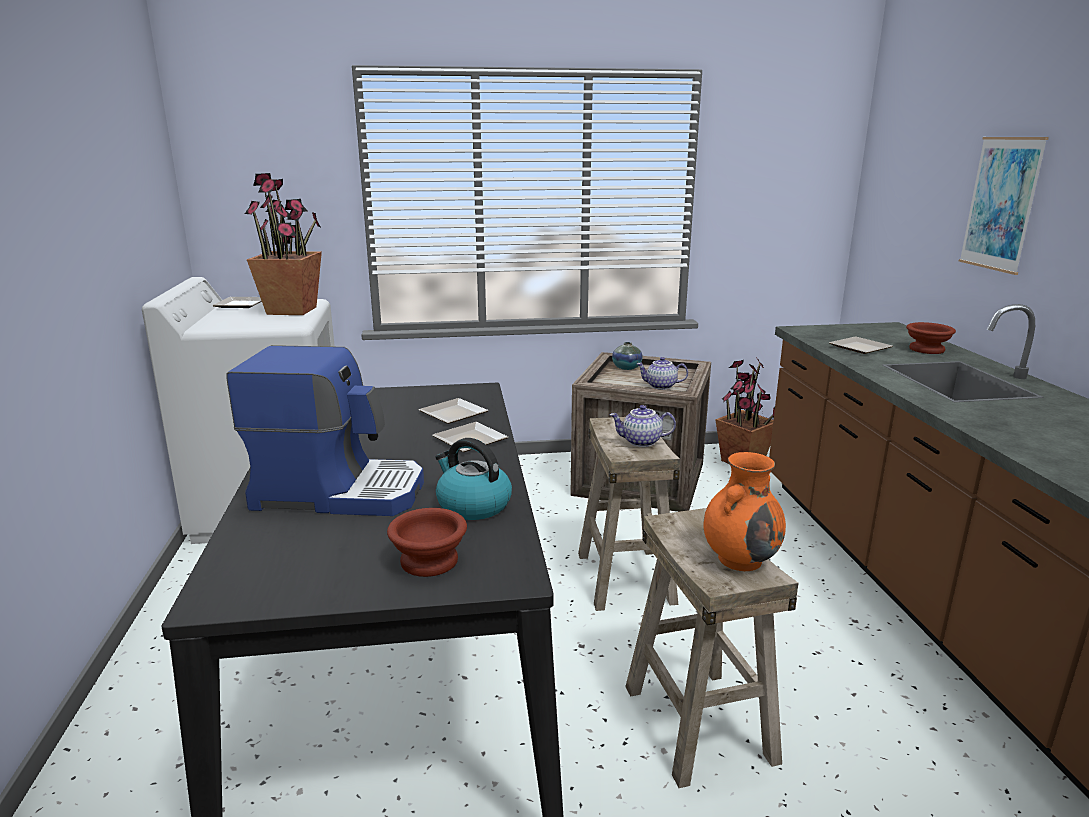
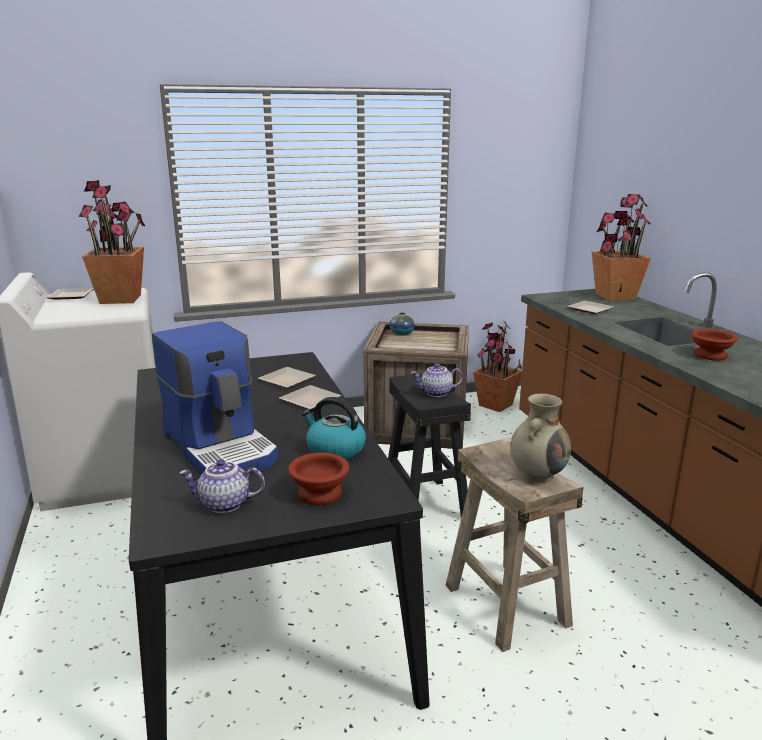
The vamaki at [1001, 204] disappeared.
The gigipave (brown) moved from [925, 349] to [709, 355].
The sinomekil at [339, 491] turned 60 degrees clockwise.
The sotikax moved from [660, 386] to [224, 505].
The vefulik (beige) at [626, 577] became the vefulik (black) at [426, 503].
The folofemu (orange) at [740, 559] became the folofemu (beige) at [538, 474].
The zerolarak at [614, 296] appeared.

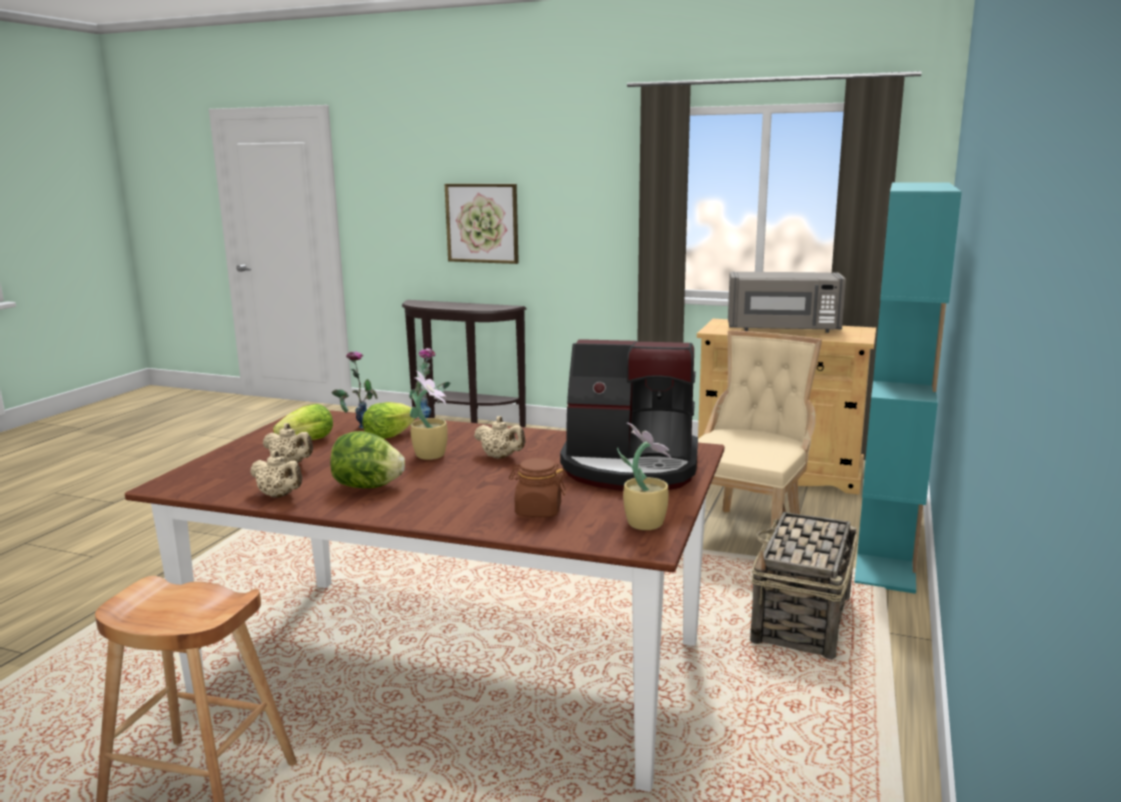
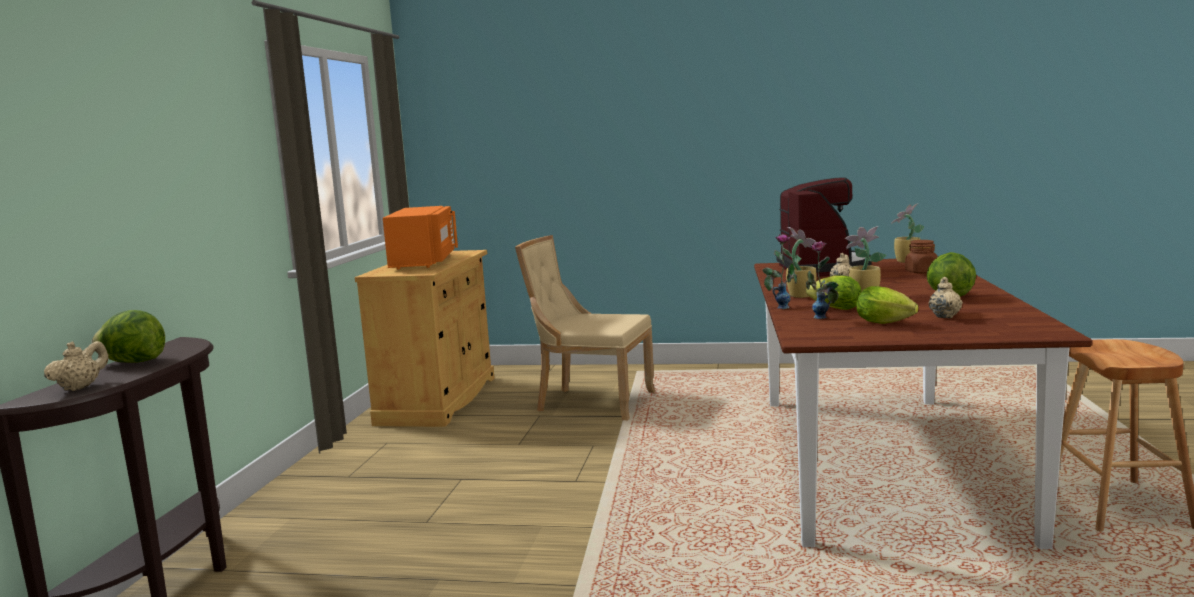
The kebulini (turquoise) at [887, 546] disappeared.
The vamaki at [482, 223] disappeared.
The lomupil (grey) at [783, 329] became the lomupil (orange) at [424, 262].
The sotikax (beige) moved from [279, 496] to [80, 387].
The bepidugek at [801, 620] disappeared.
The zerolarak at [801, 295] appeared.
The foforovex at [133, 362] appeared.

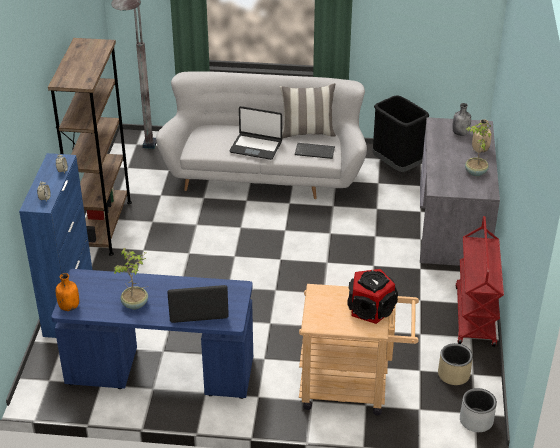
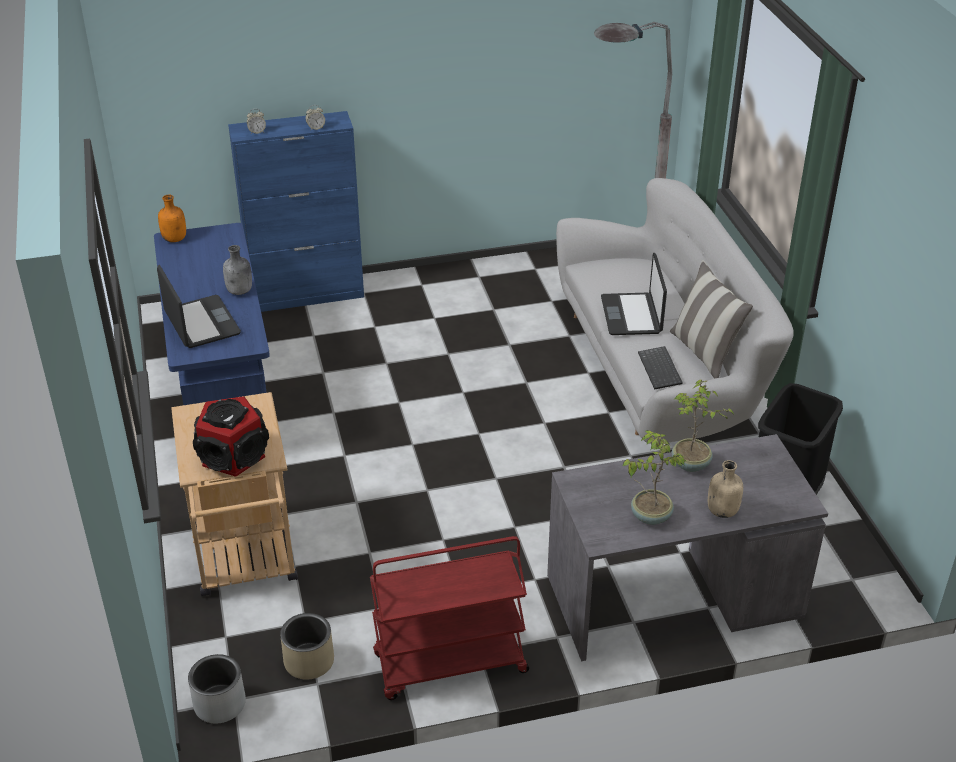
The kebulini (brown) at [103, 226] disappeared.
The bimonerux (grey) moved from [460, 133] to [240, 291].
The zerolarak moved from [135, 304] to [690, 465].

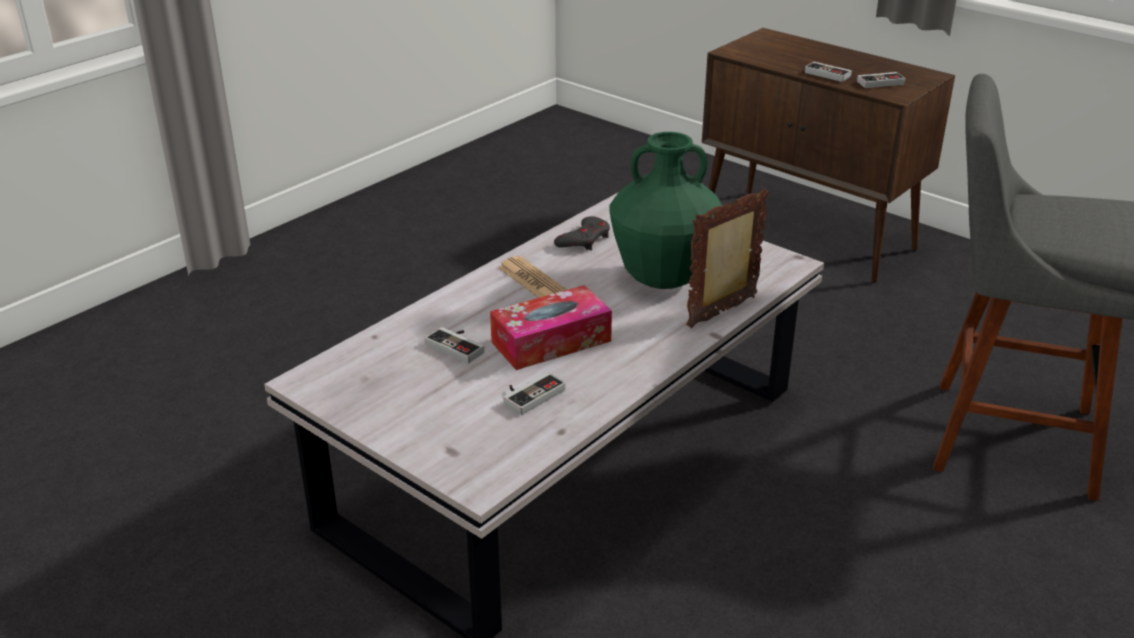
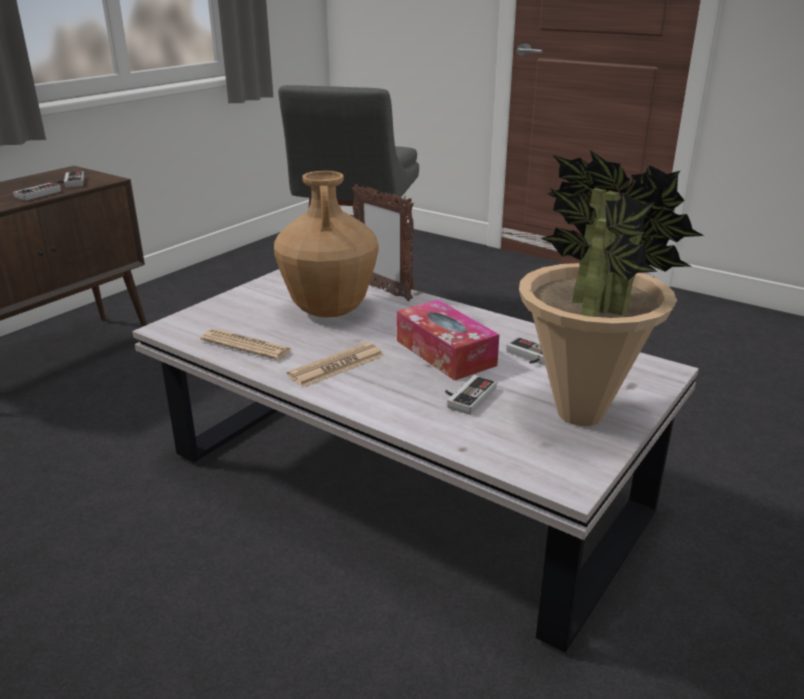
The folofemu (green) at [663, 279] became the folofemu (brown) at [329, 310].
The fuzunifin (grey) at [584, 239] was replaced by the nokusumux at [246, 345].
The zerolarak at [581, 414] appeared.

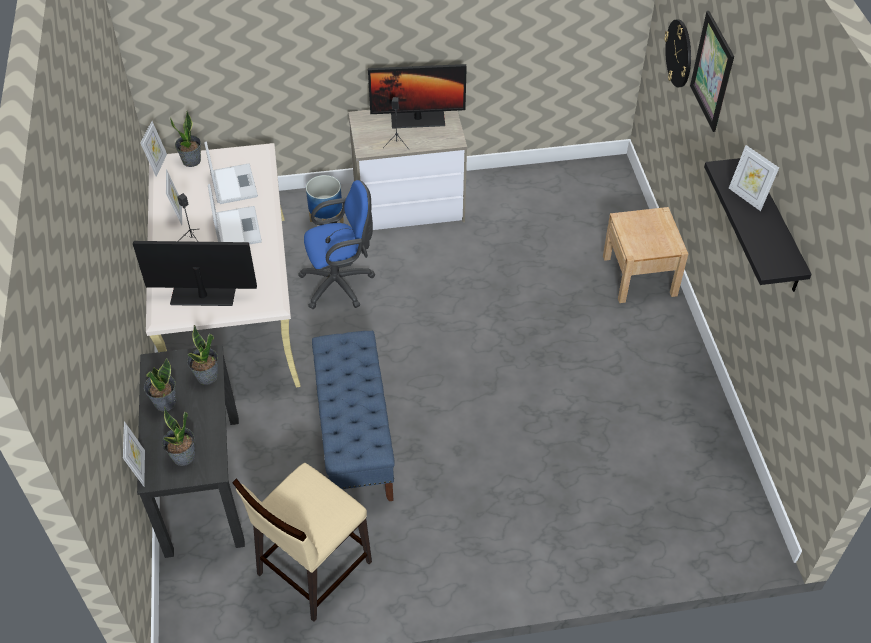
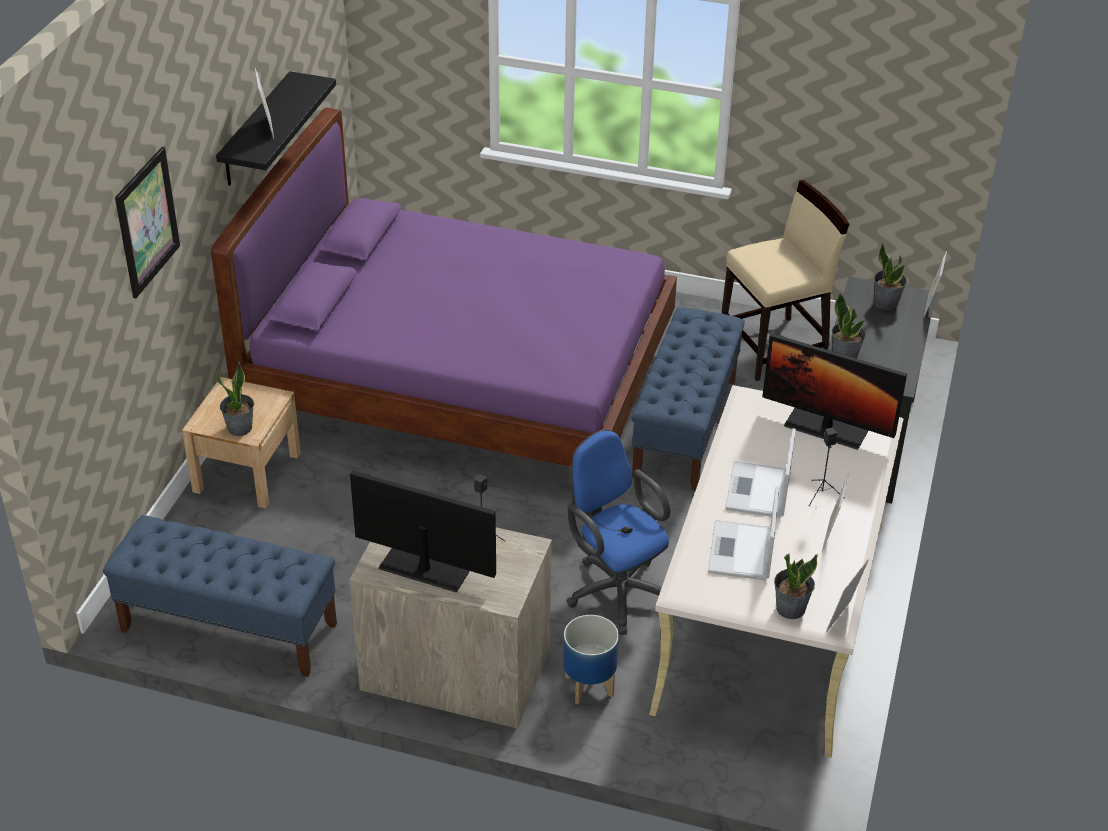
The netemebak at [679, 53] disappeared.
The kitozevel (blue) at [341, 284] turned 45 degrees clockwise.
The zerolarak moved from [164, 402] to [240, 428].
The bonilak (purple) at [461, 382] appeared.
The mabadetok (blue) at [228, 627] appeared.

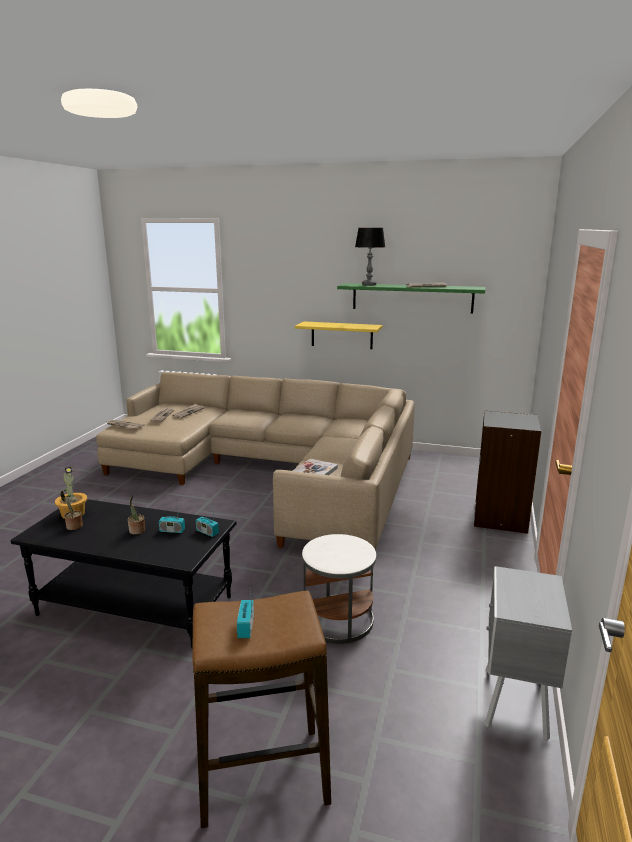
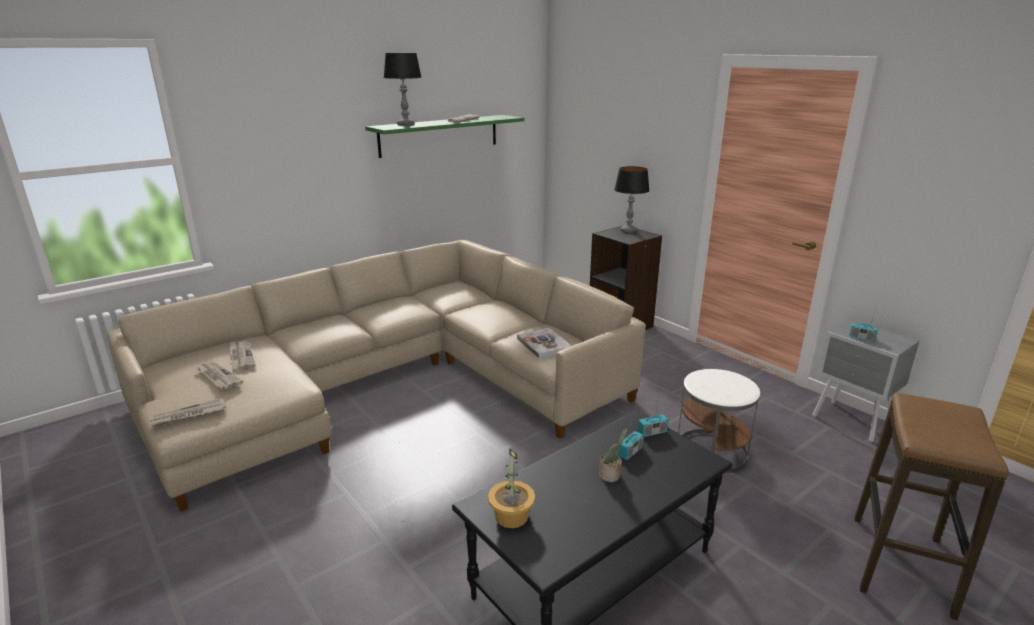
The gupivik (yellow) at [342, 335] disappeared.
The zerolarak at [73, 527] disappeared.
The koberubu moved from [245, 627] to [862, 338].
The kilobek at [628, 231] appeared.

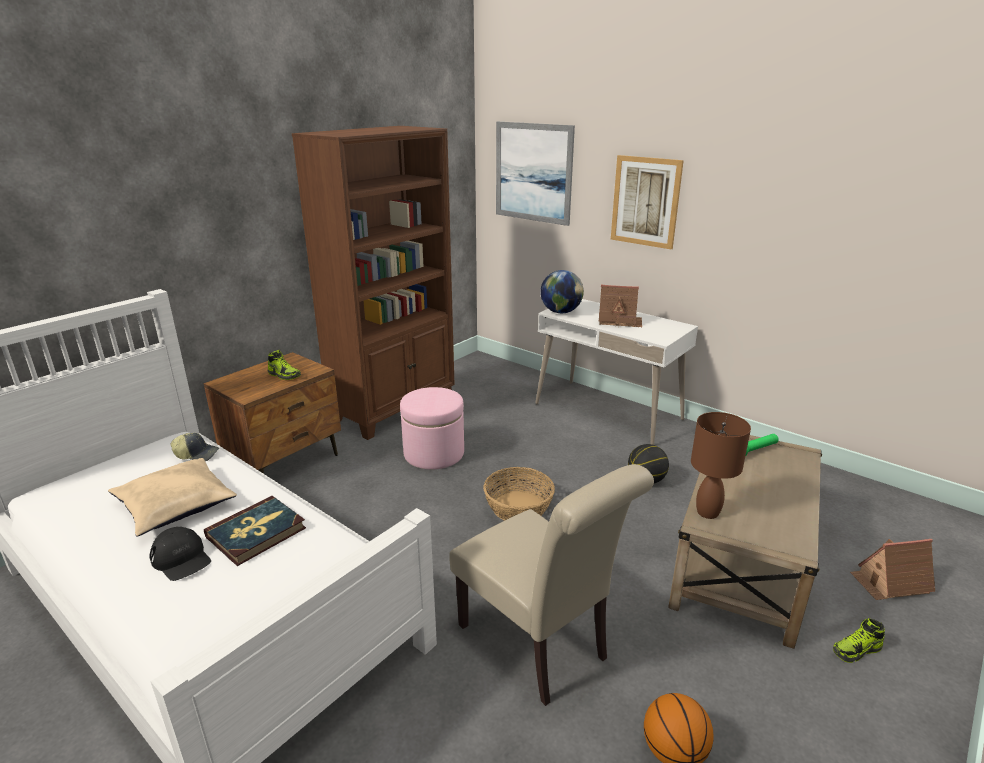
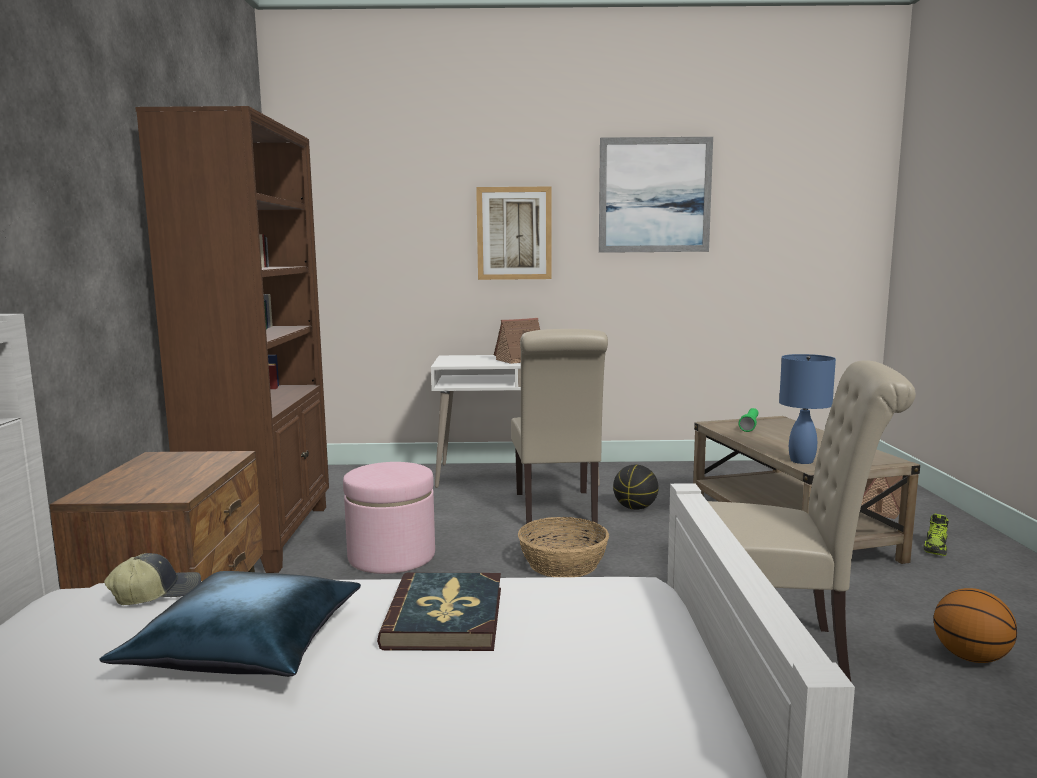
The vamaki moved from [533, 172] to [654, 195].
The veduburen at [560, 312] disappeared.
The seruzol at [284, 375] disappeared.
The kilobek (brown) at [707, 513] became the kilobek (blue) at [802, 461].
The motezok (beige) at [176, 506] became the motezok (blue) at [248, 646].
The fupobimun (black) at [181, 559] disappeared.
The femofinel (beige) at [557, 511] appeared.

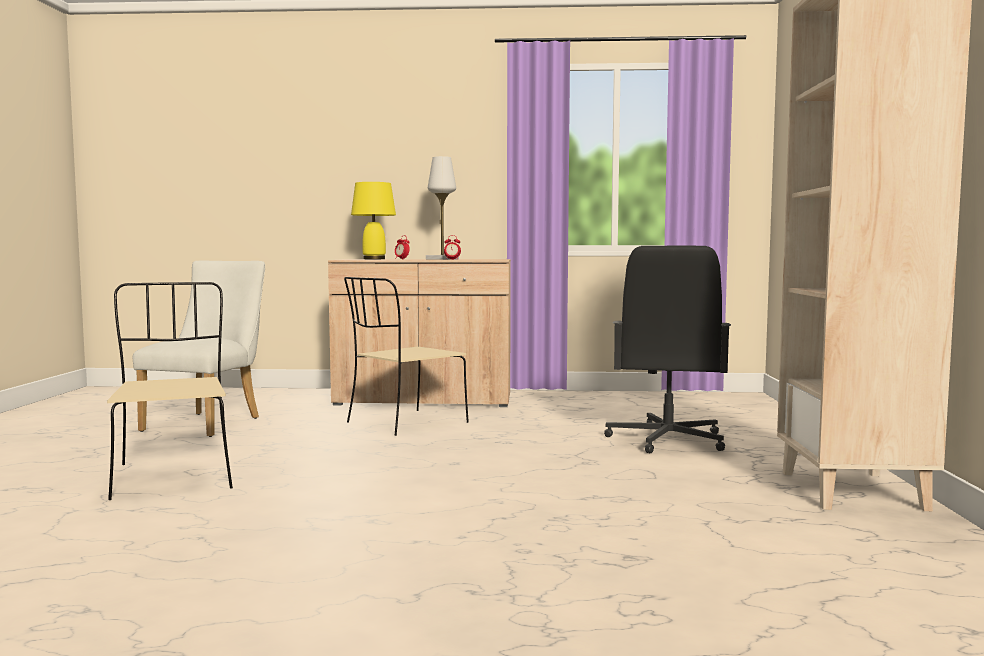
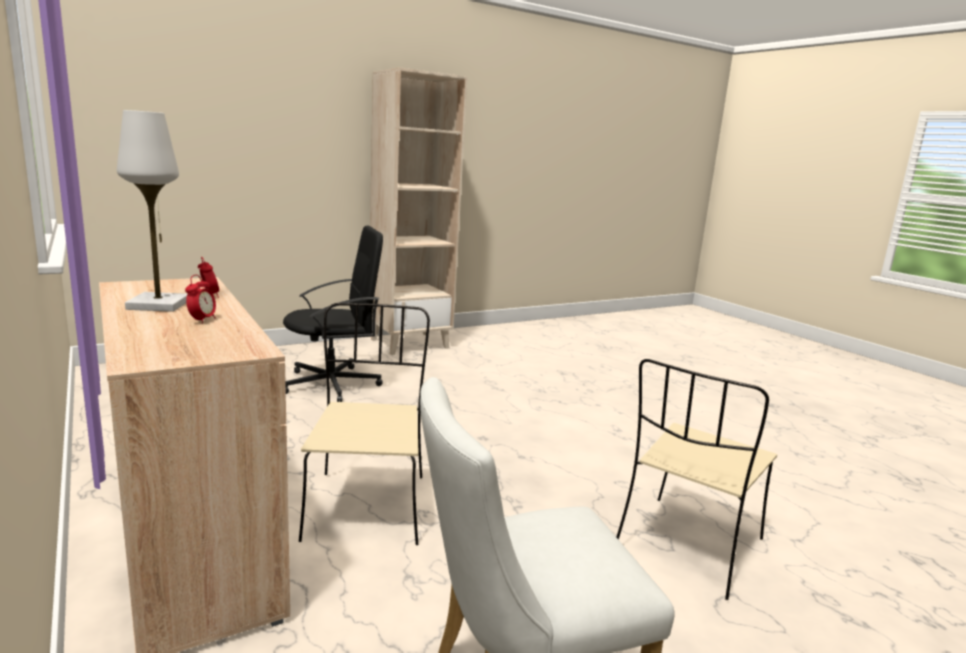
The kilobek (yellow) at [374, 259] disappeared.
The femofinel (beige) at [405, 423] turned 105 degrees counterclockwise.

